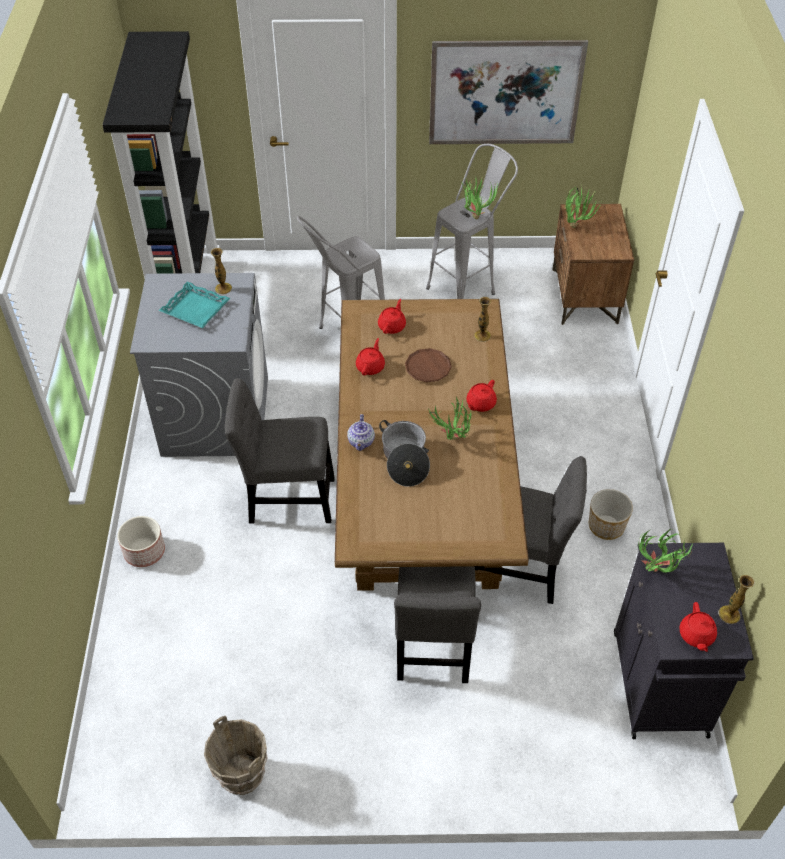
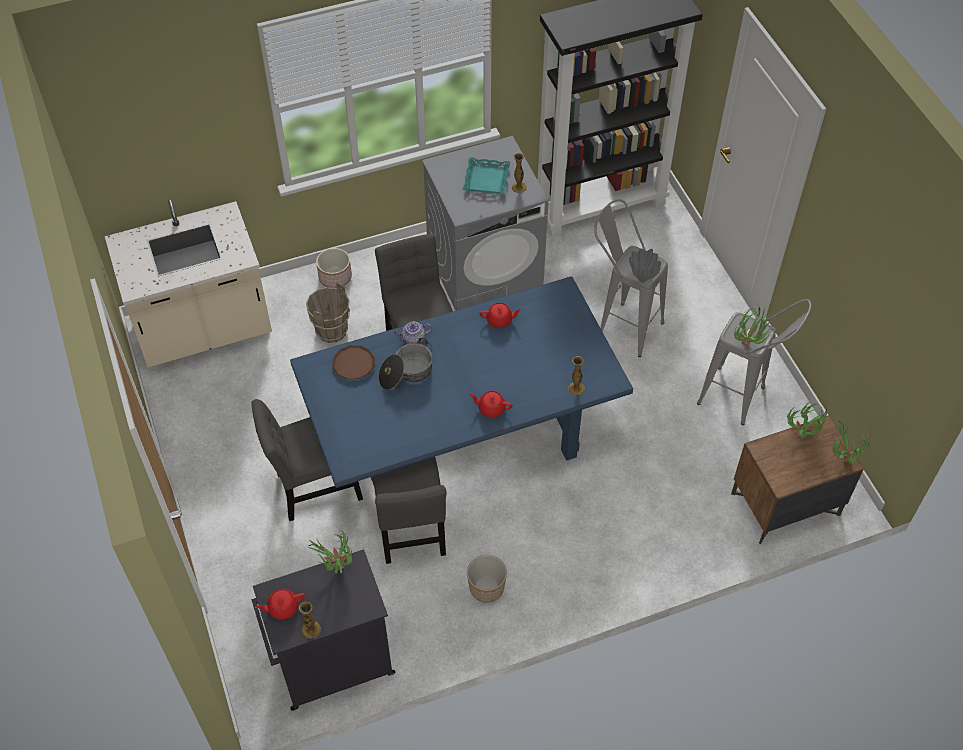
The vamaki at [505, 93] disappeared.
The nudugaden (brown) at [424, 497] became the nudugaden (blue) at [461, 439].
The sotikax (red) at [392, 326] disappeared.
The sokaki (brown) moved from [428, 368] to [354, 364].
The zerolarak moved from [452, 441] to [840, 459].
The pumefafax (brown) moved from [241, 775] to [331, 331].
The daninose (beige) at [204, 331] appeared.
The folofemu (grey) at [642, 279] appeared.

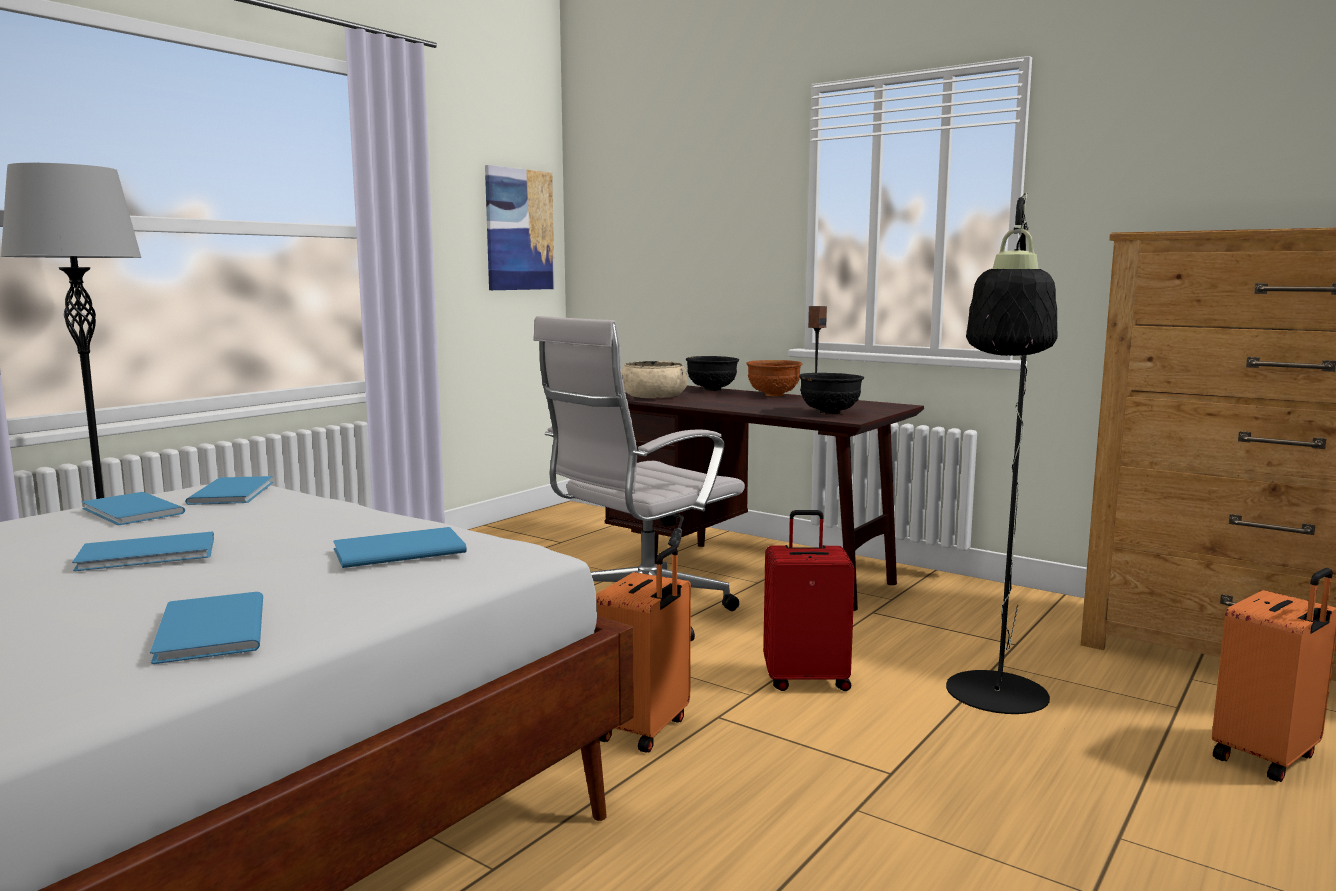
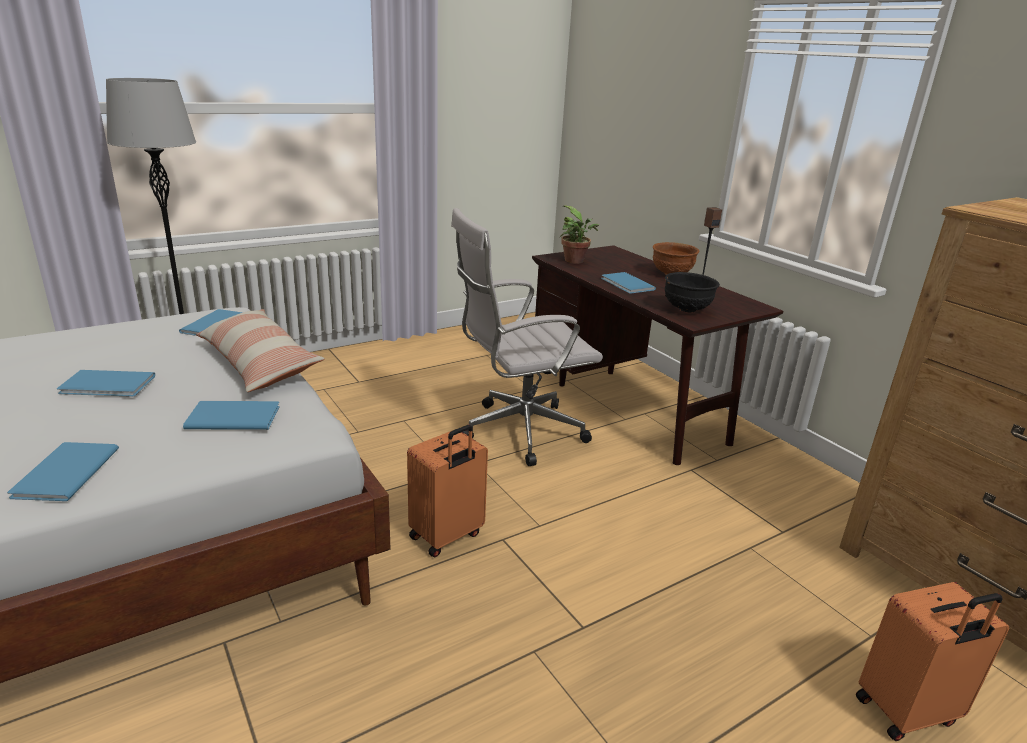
The vamaki at [519, 230] disappeared.
The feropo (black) at [995, 703] disappeared.
The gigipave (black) at [712, 390] disappeared.
The gigipave (beige) at [653, 396] was replaced by the zerolarak at [576, 261].
The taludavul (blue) moved from [130, 512] to [627, 284].
The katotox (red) at [806, 679] disappeared.
The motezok at [258, 363] appeared.

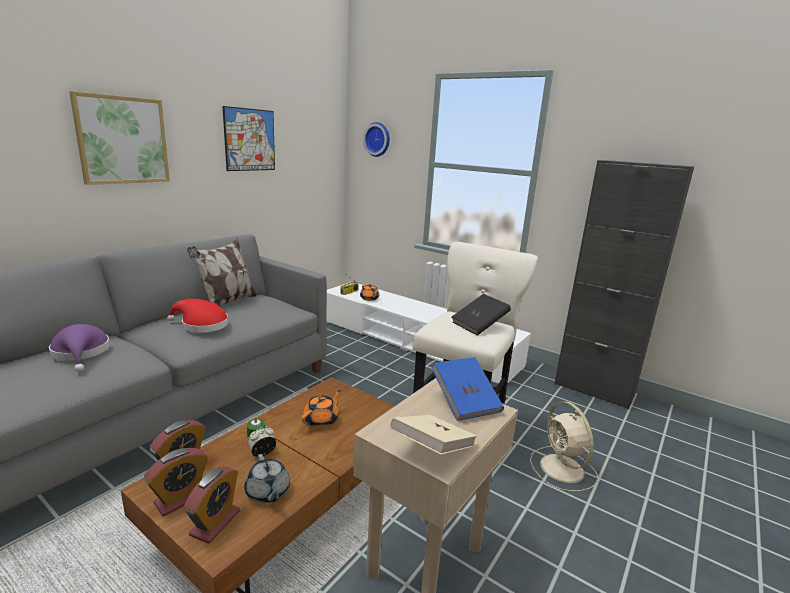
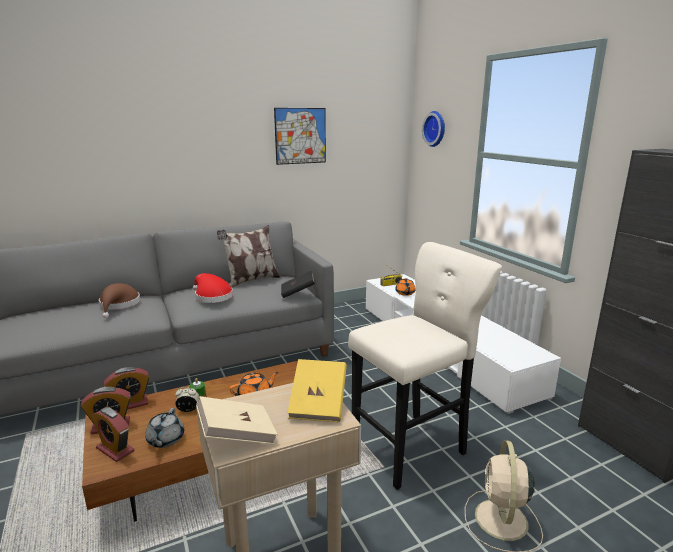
The vamaki at [122, 140] disappeared.
The taludavul (black) moved from [479, 325] to [298, 293].
The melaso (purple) at [81, 353] became the melaso (brown) at [119, 305].
The taludavul (blue) at [465, 402] became the taludavul (yellow) at [318, 404].
The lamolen at [215, 523] turned 75 degrees clockwise.

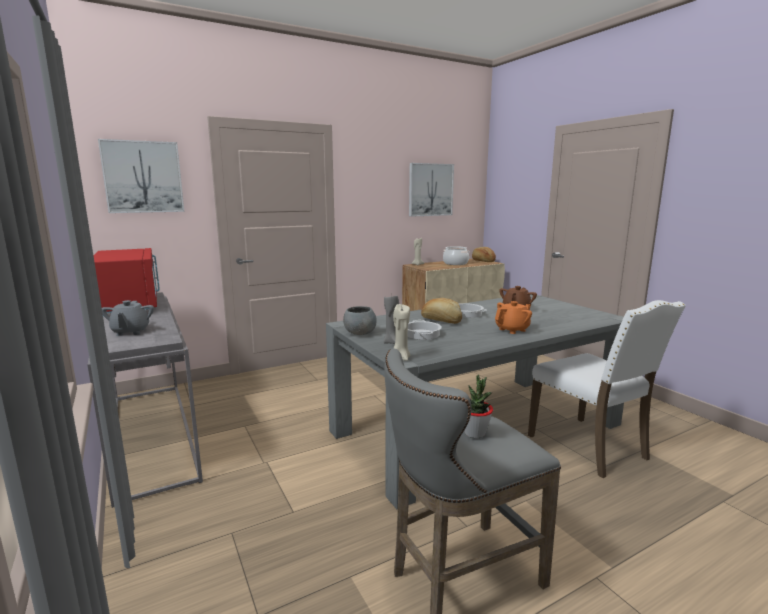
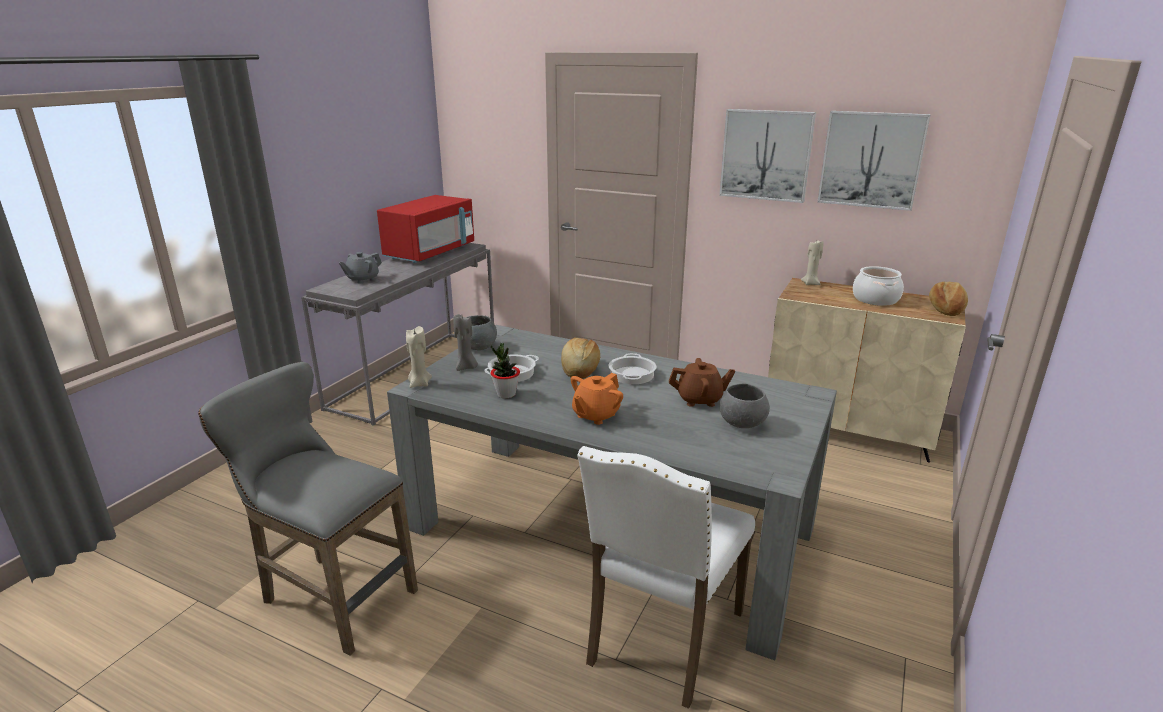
The vamaki moved from [143, 177] to [766, 155].
The sotikax (orange) at [512, 330] turned 105 degrees clockwise.
The zerolarak moved from [475, 433] to [506, 394].
The gigipave (grey) at [741, 423] appeared.

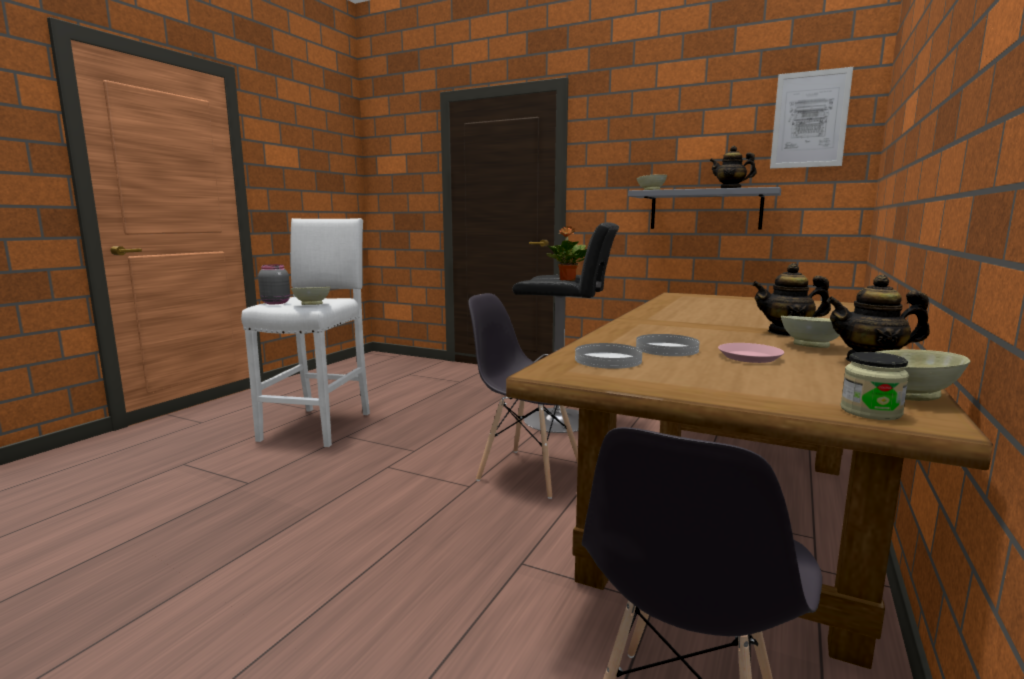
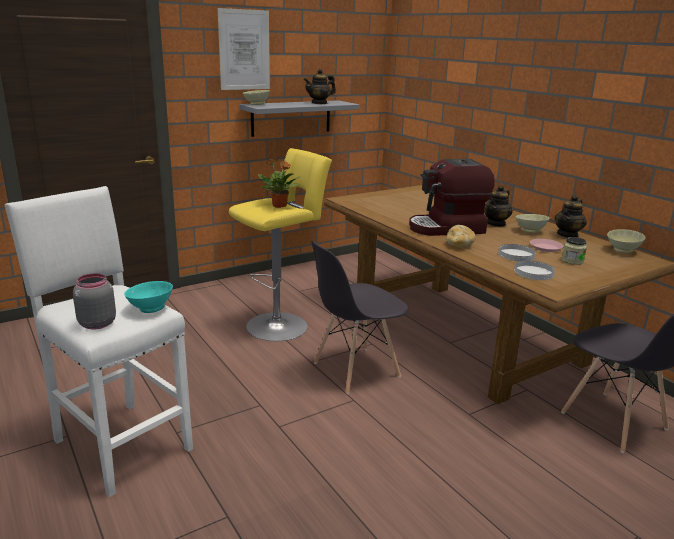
The vamaki moved from [809, 120] to [244, 50].
The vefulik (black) at [563, 420] became the vefulik (yellow) at [280, 325].
The gigipave (beige) at [312, 304] became the gigipave (turquoise) at [150, 308].
The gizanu moved from [870, 411] to [572, 261].
The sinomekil at [447, 228] appeared.
The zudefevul at [459, 244] appeared.

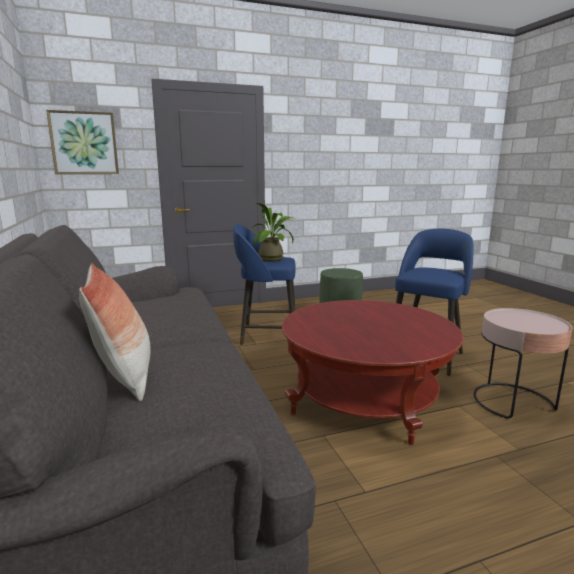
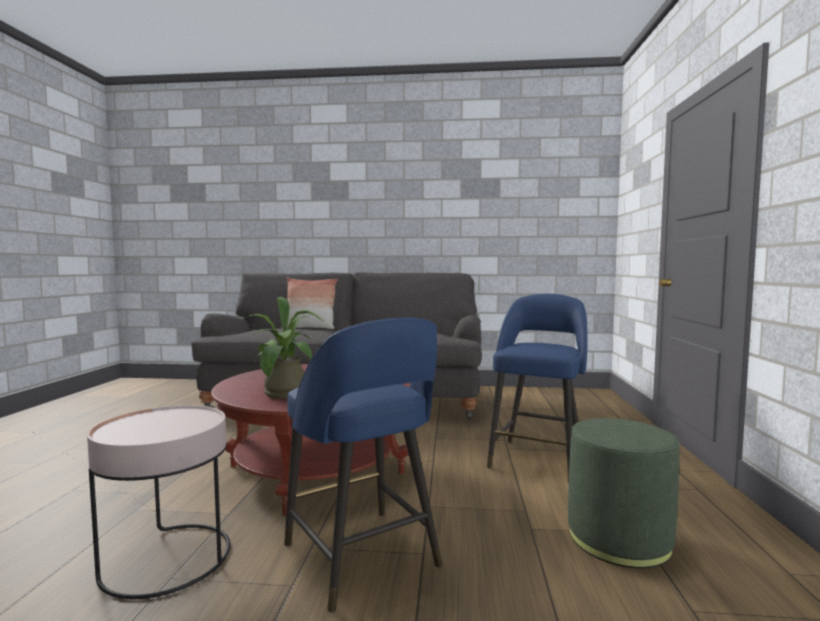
The vamaki at [84, 143] disappeared.
The zerolarak moved from [274, 259] to [284, 395].

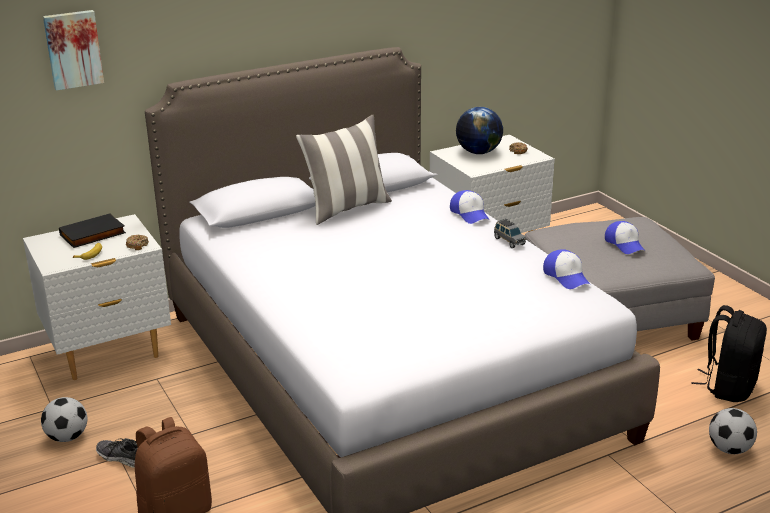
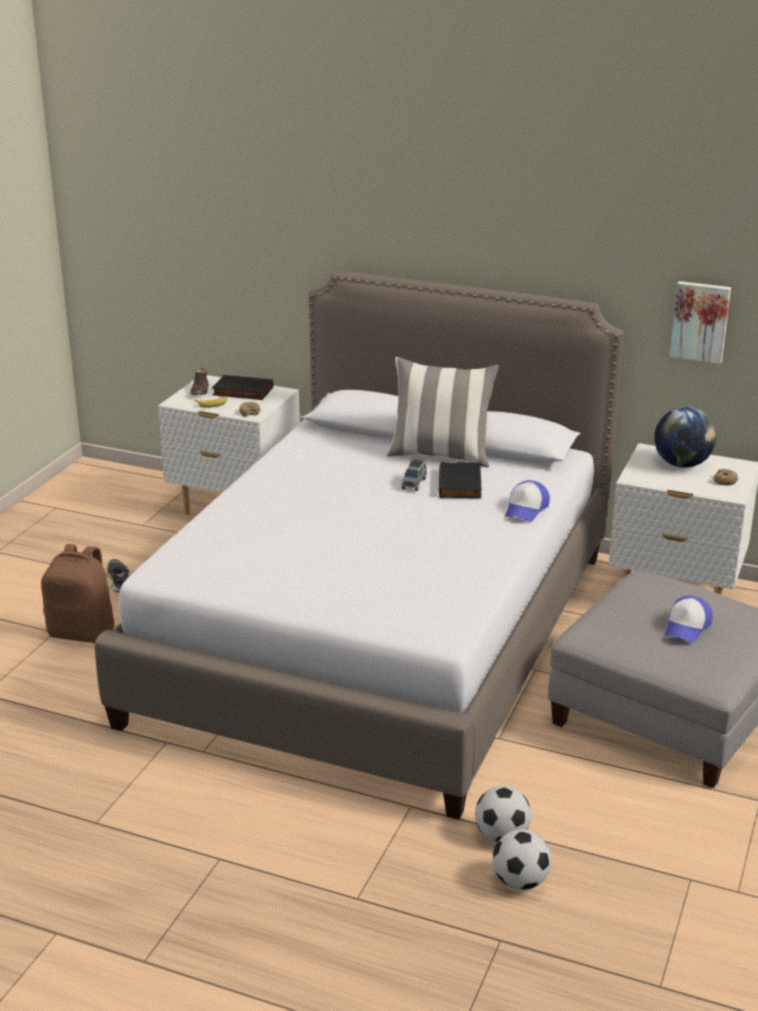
The vamaki moved from [73, 49] to [700, 321].
The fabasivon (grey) moved from [509, 241] to [414, 483].
The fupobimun at [566, 276] disappeared.
The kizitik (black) at [728, 387] disappeared.
The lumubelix moved from [67, 437] to [501, 836].
The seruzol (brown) at [200, 390] appeared.
The taludavul (black) at [461, 484] appeared.

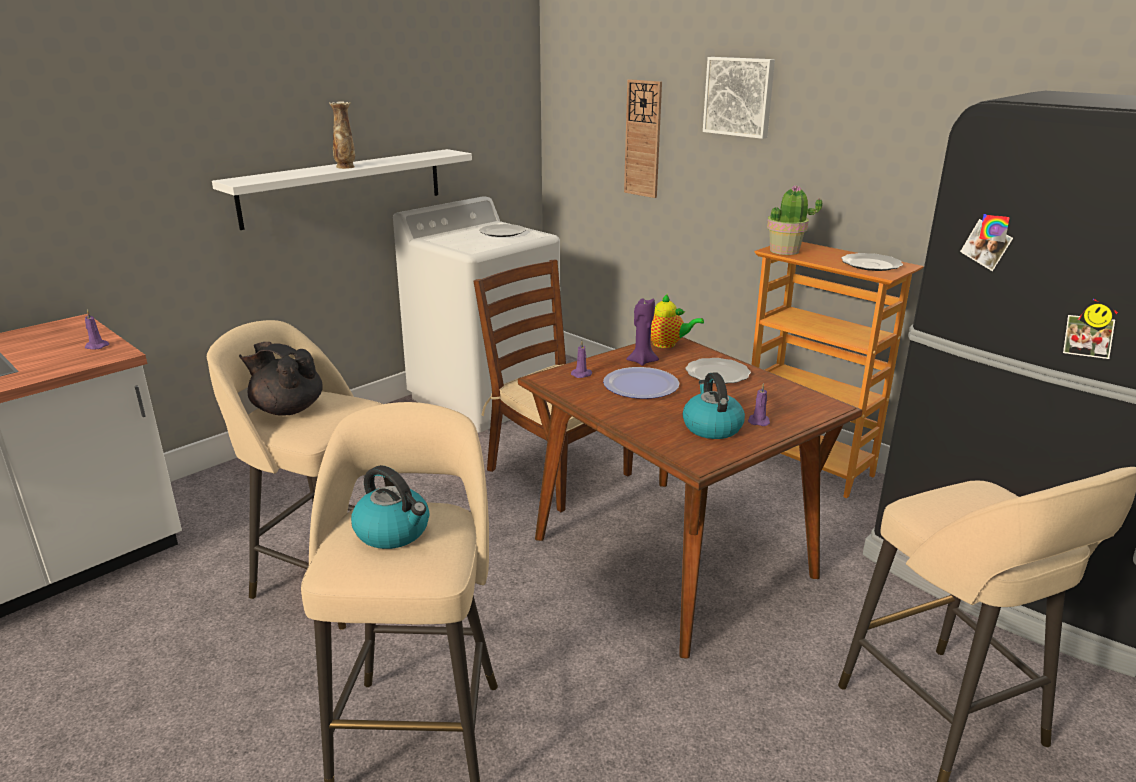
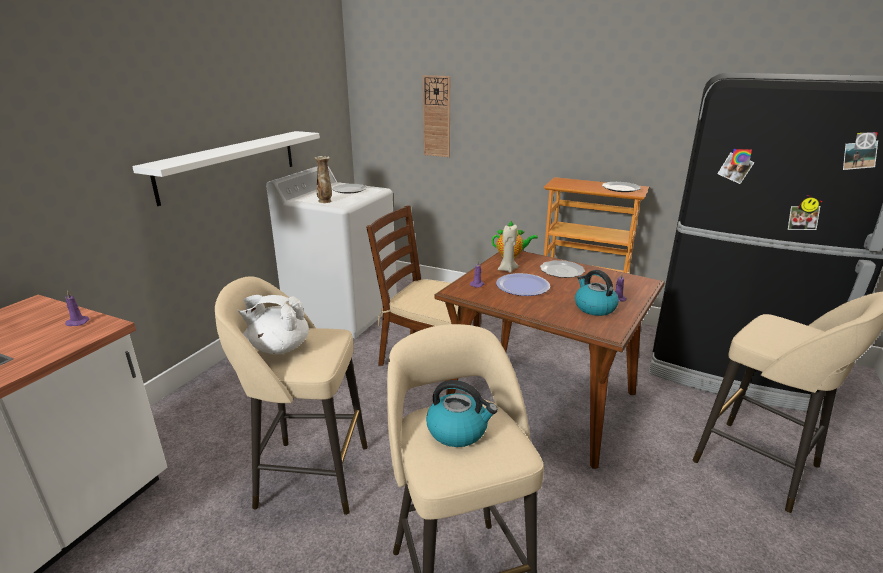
The vamaki at [739, 96] disappeared.
The folofemu moved from [346, 167] to [325, 201].
The zerolarak at [785, 251] disappeared.
The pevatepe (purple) at [642, 361] became the pevatepe (beige) at [507, 269].
The sotikax (black) at [287, 409] became the sotikax (white) at [279, 348].

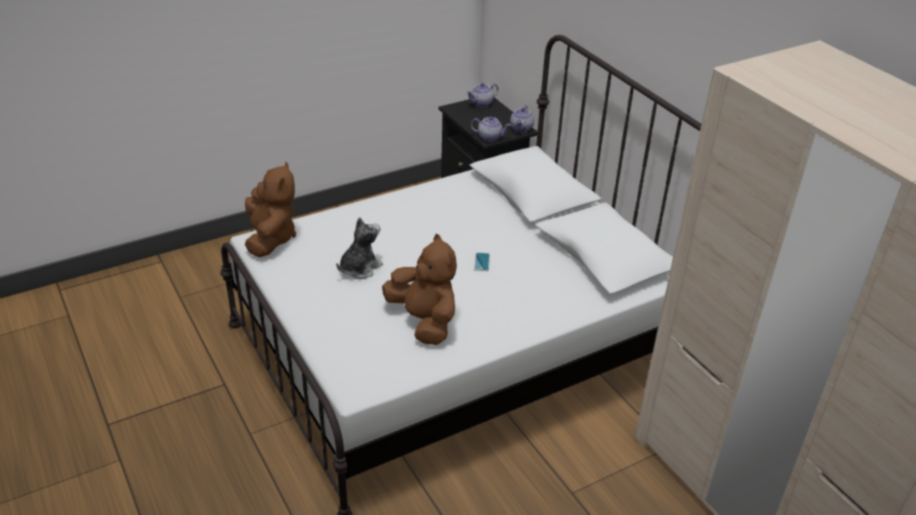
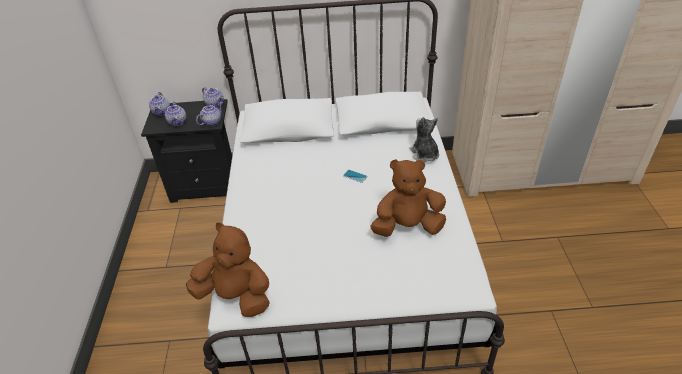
The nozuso moved from [359, 268] to [424, 155].
The sotikax at [178, 122] appeared.

